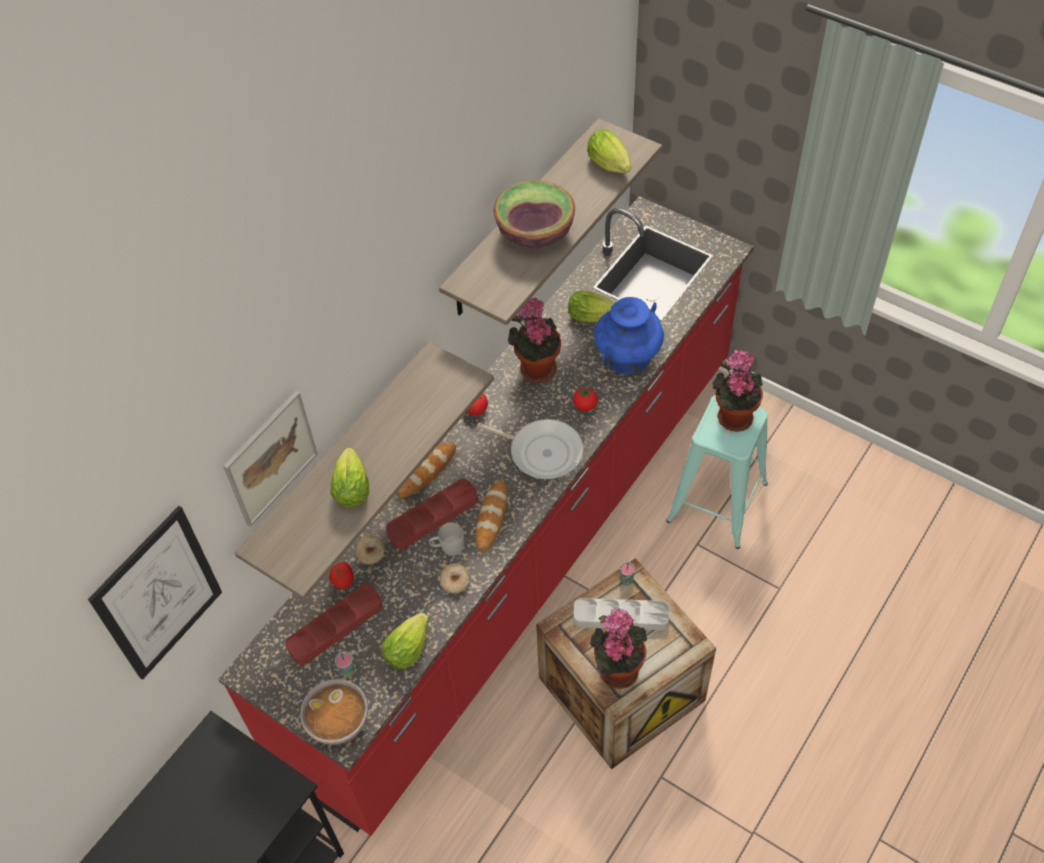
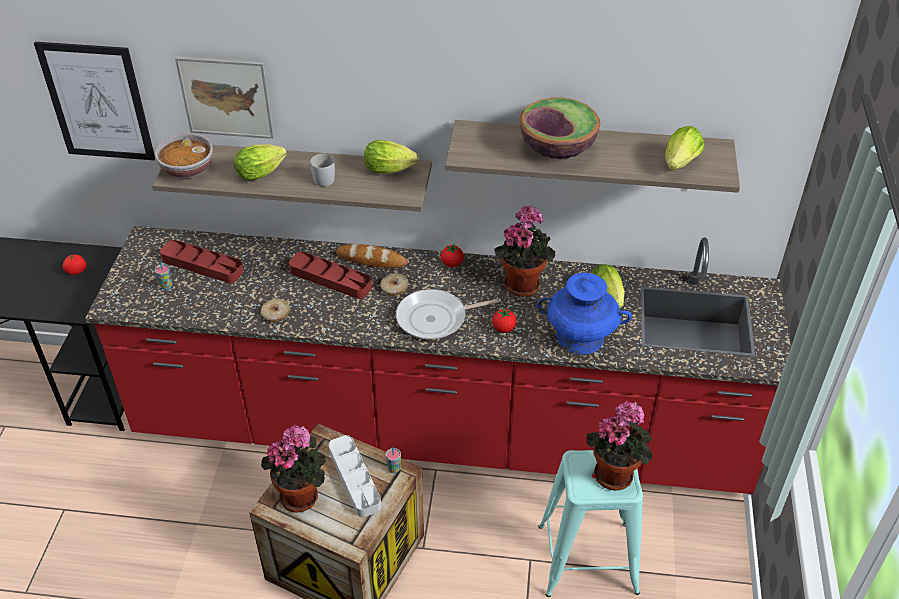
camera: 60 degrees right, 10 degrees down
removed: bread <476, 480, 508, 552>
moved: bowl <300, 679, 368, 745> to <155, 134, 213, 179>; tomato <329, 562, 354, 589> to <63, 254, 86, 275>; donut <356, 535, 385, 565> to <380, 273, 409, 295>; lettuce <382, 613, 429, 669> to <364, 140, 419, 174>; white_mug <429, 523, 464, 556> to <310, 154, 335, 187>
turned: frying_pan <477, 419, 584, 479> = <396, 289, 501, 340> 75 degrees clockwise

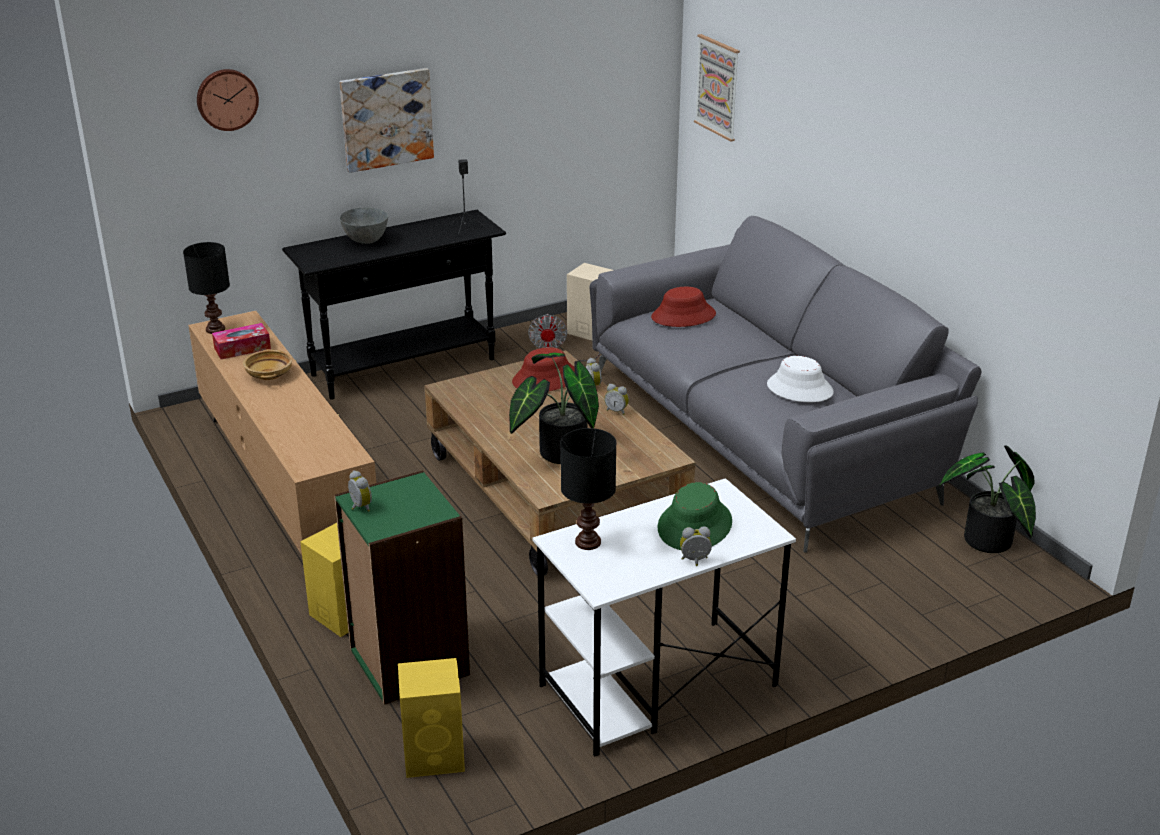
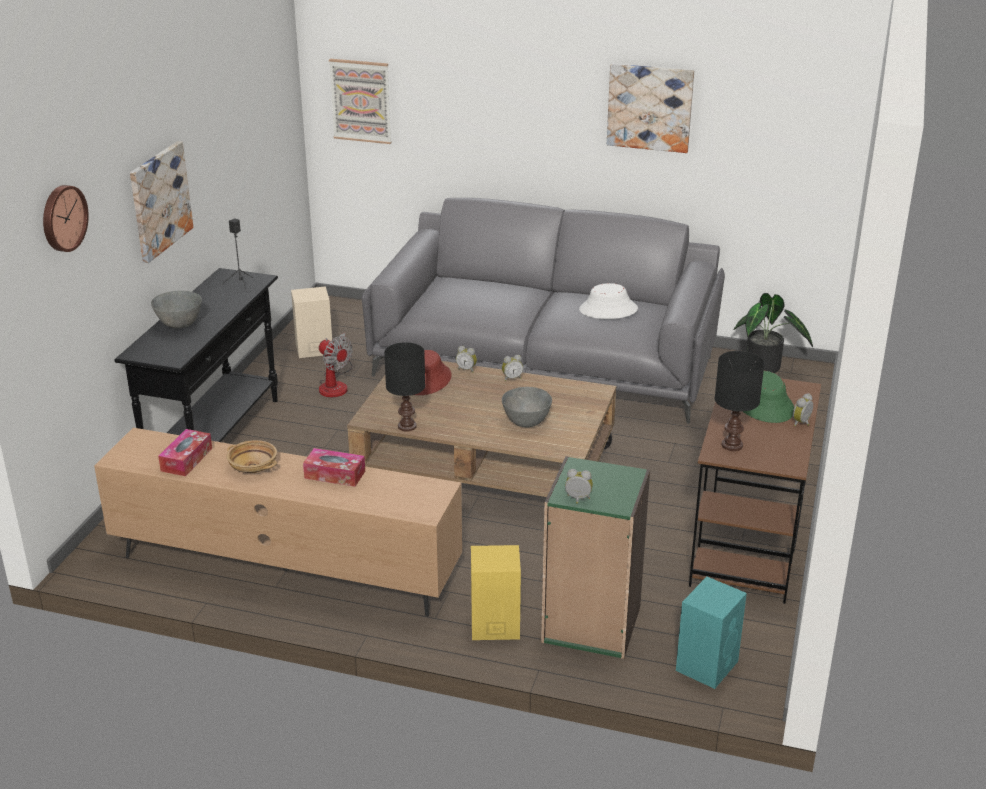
camera: 45 degrees left, 0 degrees up
removed: red_hat <651, 287, 716, 327>
added: tissue_box <303, 448, 365, 487>; picture <607, 64, 694, 153>
moved: black_table_lamp <183, 242, 230, 334> to <384, 342, 425, 431>
replaced: potted_plant <509, 353, 599, 464> to grey_bowl <502, 387, 552, 427>
recoloured: yellow_speaker <398, 658, 465, 778> to turquoise_speaker <676, 577, 747, 689>; white_desk <533, 478, 796, 757> to brown_desk <689, 378, 821, 604>

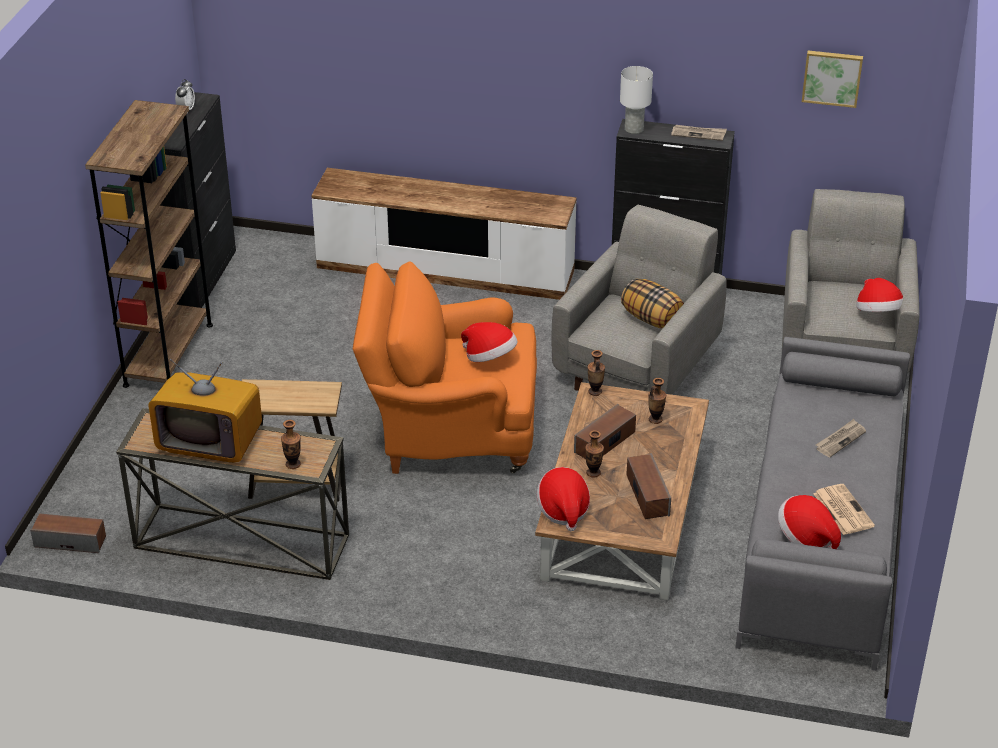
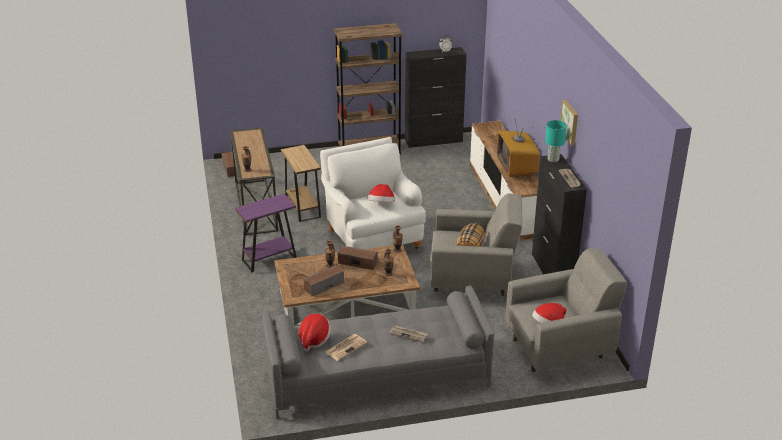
camera: 65 degrees right, 5 degrees down
removed: hat <537, 467, 590, 531>
added: purple_side_table <235, 194, 297, 272>
moved: television <148, 359, 262, 463> to <497, 120, 540, 177>; picture <802, 51, 863, 108> to <560, 100, 578, 145>
recoloured: orange_armchair <353, 262, 537, 474> to white_armchair <320, 137, 426, 249>; white_table_lamp <620, 66, 653, 134> to turquoise_table_lamp <545, 120, 567, 162>

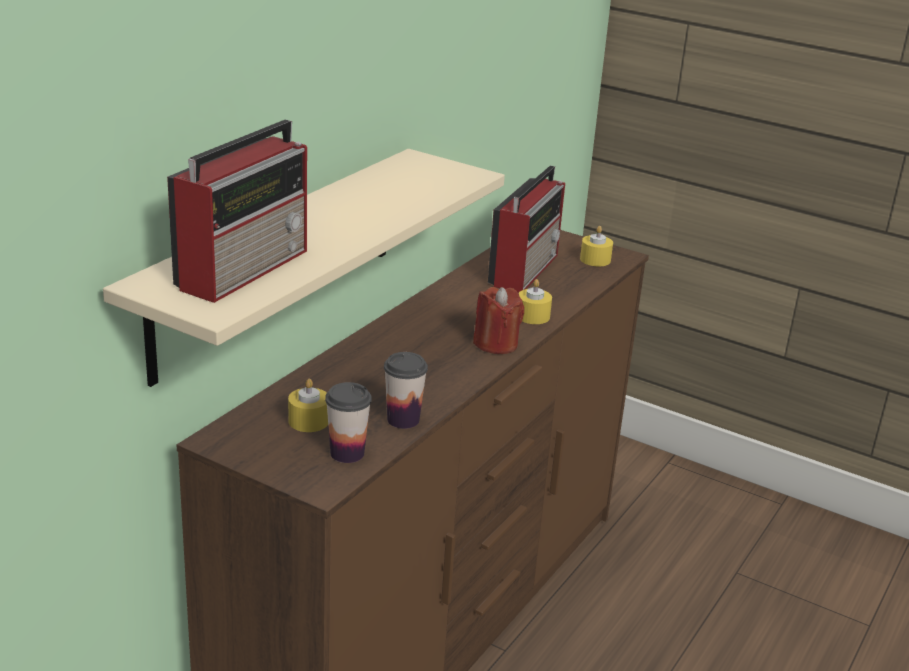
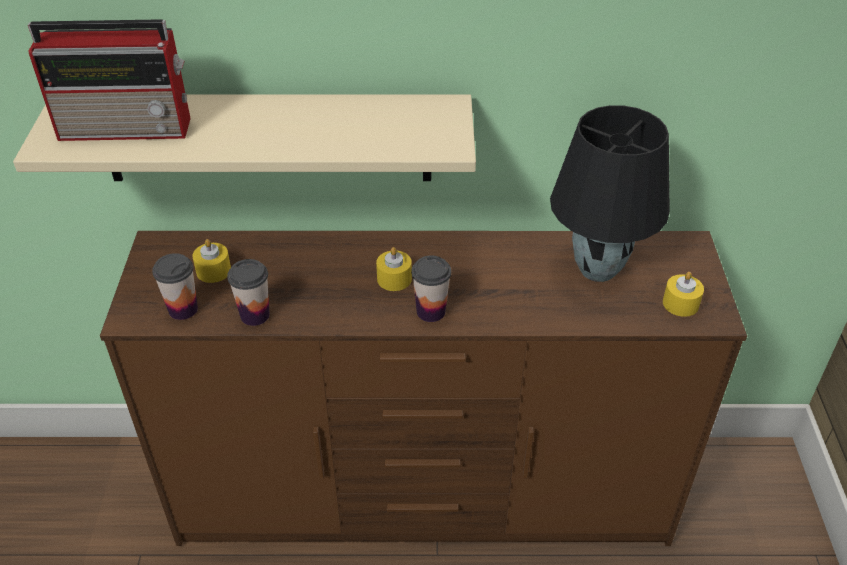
camera: 60 degrees right, 15 degrees up
moved: yellow_candle <519, 279, 552, 324> to <376, 247, 412, 291>
replaced: red_candle <473, 287, 524, 354> to cup <411, 255, 451, 322>; radio <488, 166, 565, 293> to black_table_lamp <550, 105, 670, 282>

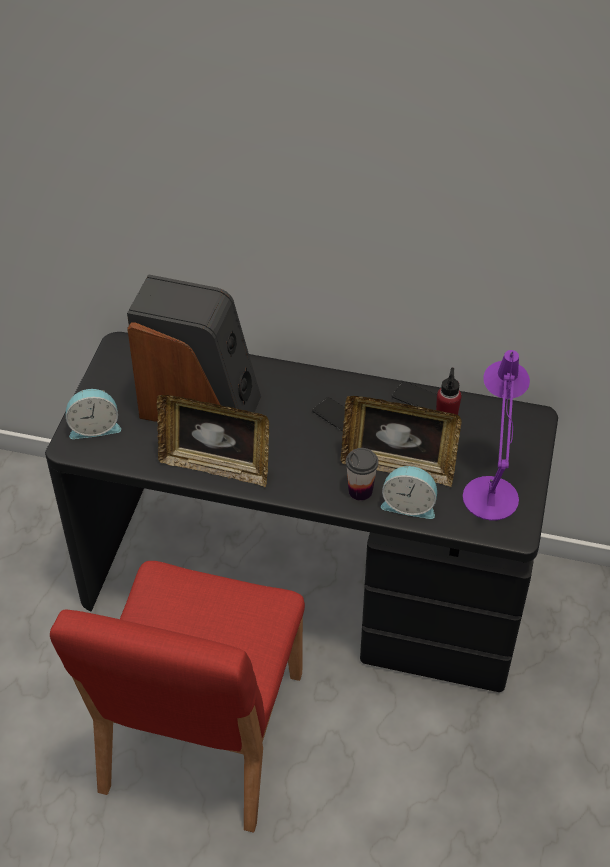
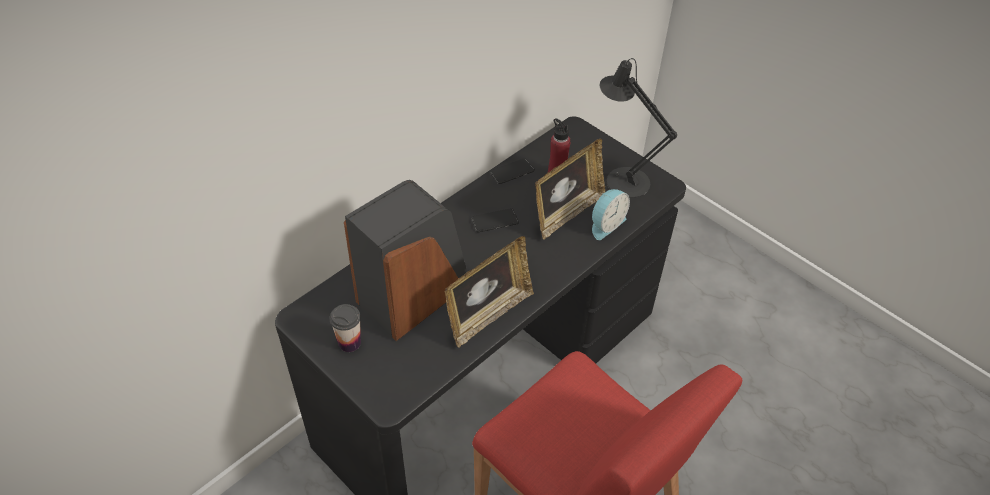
camera: 60 degrees left, 0 degrees up
removed: alarm_clock <66, 389, 121, 439>
moved: cup <346, 448, 379, 501> to <330, 304, 361, 352>
recoloured: purple_table_lamp <463, 350, 530, 521> to black_table_lamp <600, 58, 677, 198>

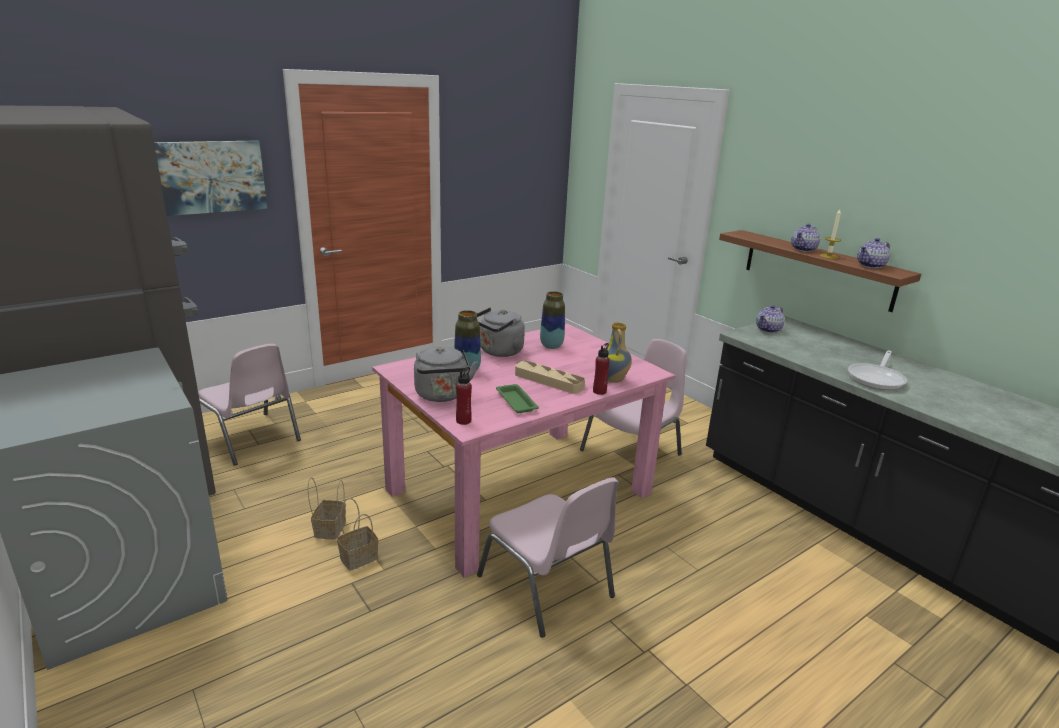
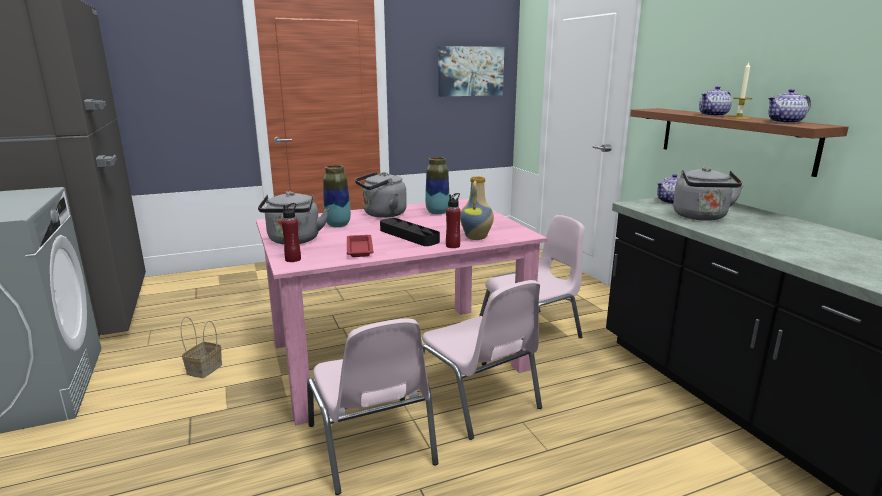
camera: 15 degrees right, 5 degrees down
removed: basket <337, 498, 378, 571>; frying_pan <848, 350, 907, 390>
added: grey_kettle <673, 167, 743, 221>
moved: picture <154, 140, 267, 216> to <438, 46, 504, 97>; pink_chair <198, 344, 301, 466> to <422, 280, 542, 440>
recoloured: green_tray <496, 384, 539, 413> to red_tray <347, 235, 373, 257>; beige_tray <515, 361, 585, 394> to black_tray <380, 218, 440, 246>

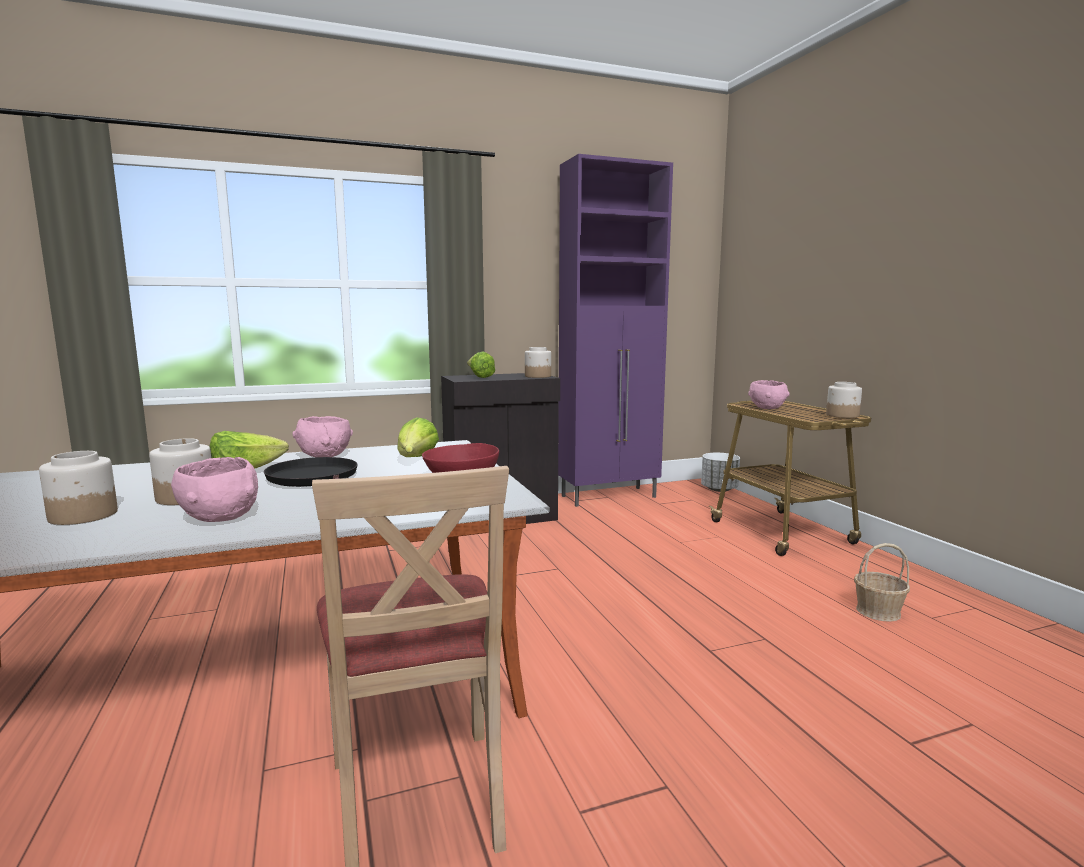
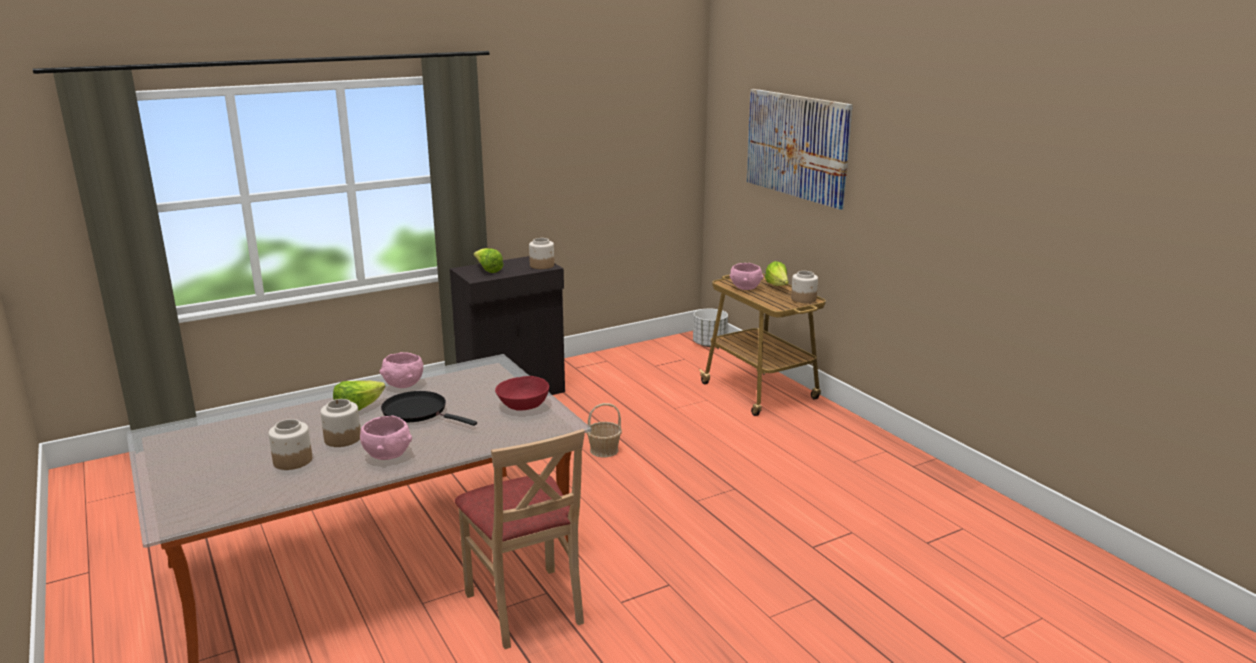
camera: 10 degrees left, 10 degrees up
removed: purple_cabinet <558, 154, 673, 507>
added: picture <746, 89, 853, 210>
moved: lettuce <398, 417, 439, 457> to <765, 261, 789, 286>; basket <854, 543, 910, 622> to <587, 403, 622, 457>

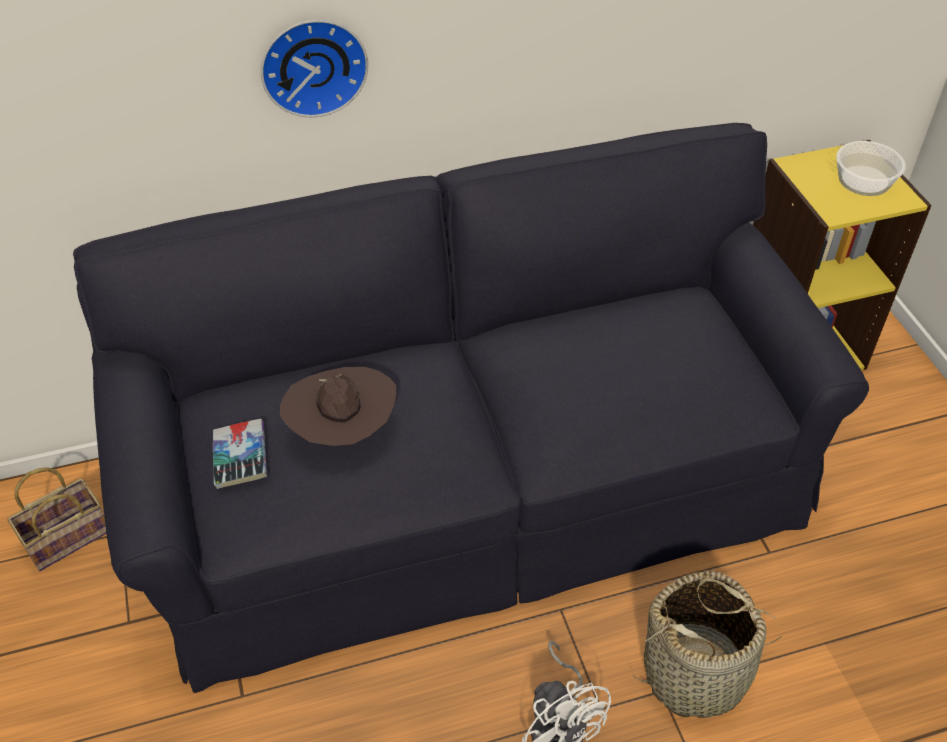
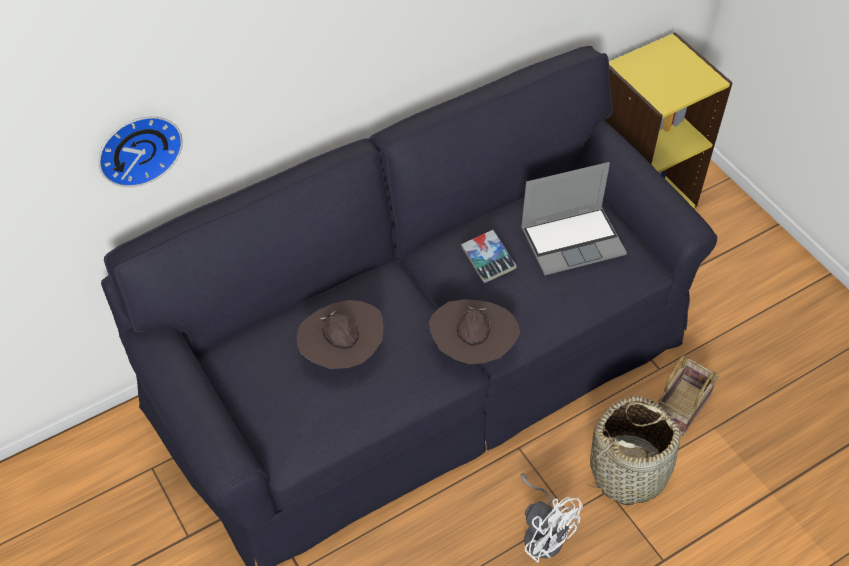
camera: 15 degrees left, 5 degrees up
removed: bowl <836, 141, 906, 196>
added: brown_hat <429, 299, 520, 364>; laptop <521, 162, 627, 275>
moved: basket <7, 467, 106, 571> to <658, 355, 719, 436>; book <213, 419, 267, 489> to <461, 230, 517, 283>; wall_clock <261, 20, 368, 117> to <98, 116, 183, 187>

